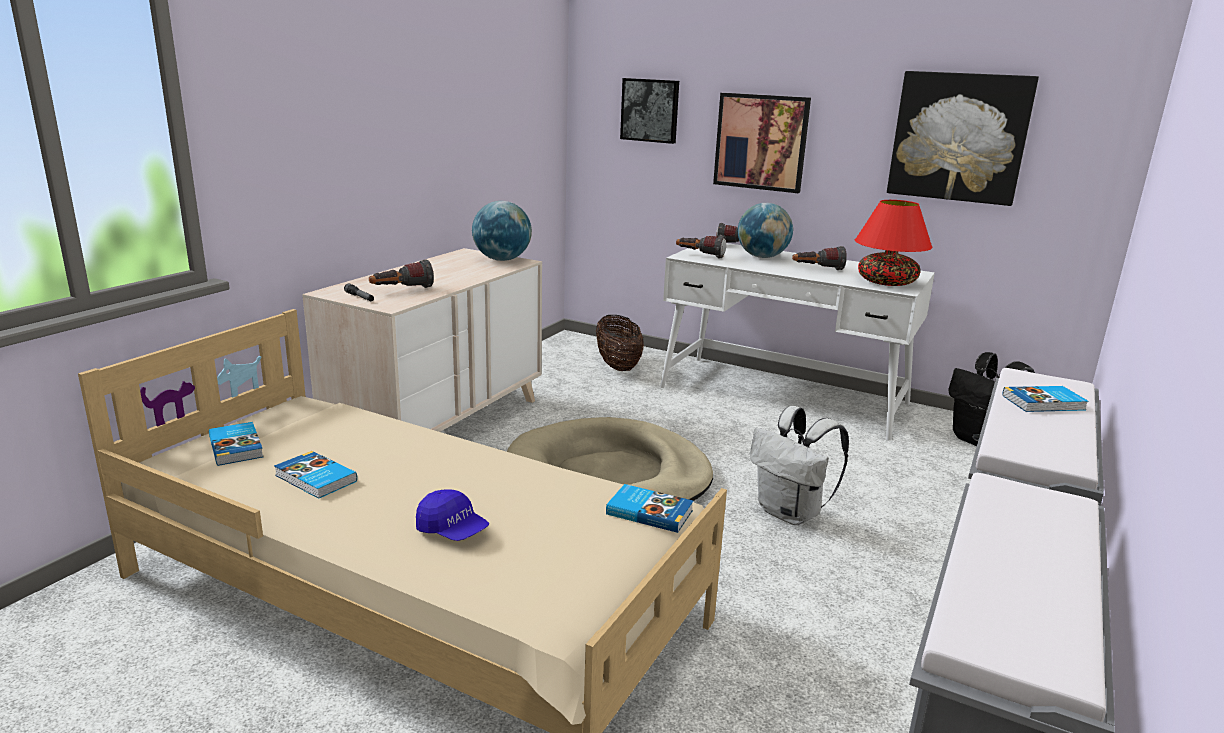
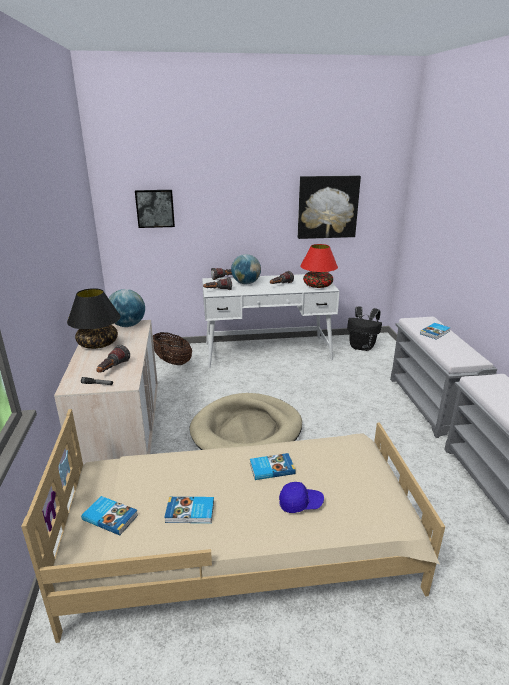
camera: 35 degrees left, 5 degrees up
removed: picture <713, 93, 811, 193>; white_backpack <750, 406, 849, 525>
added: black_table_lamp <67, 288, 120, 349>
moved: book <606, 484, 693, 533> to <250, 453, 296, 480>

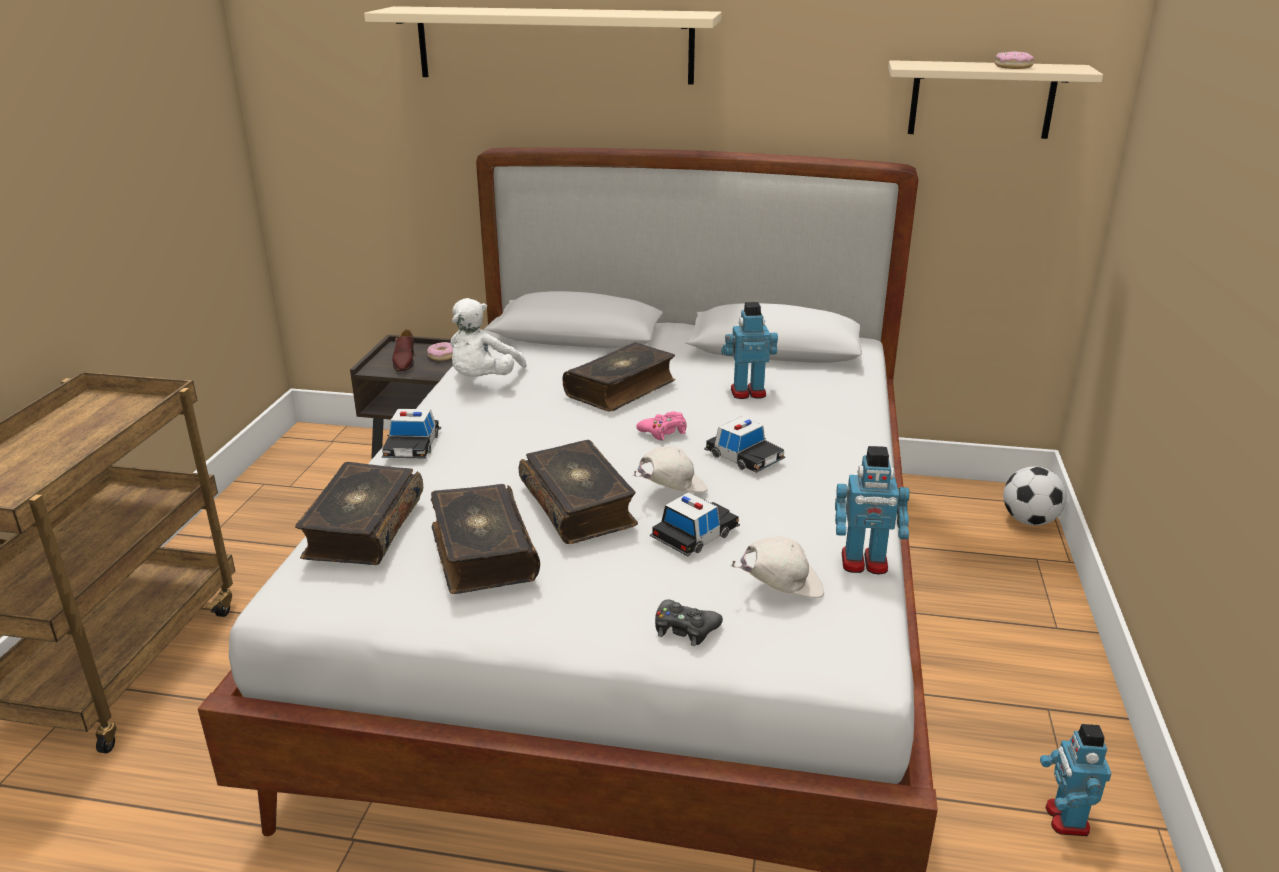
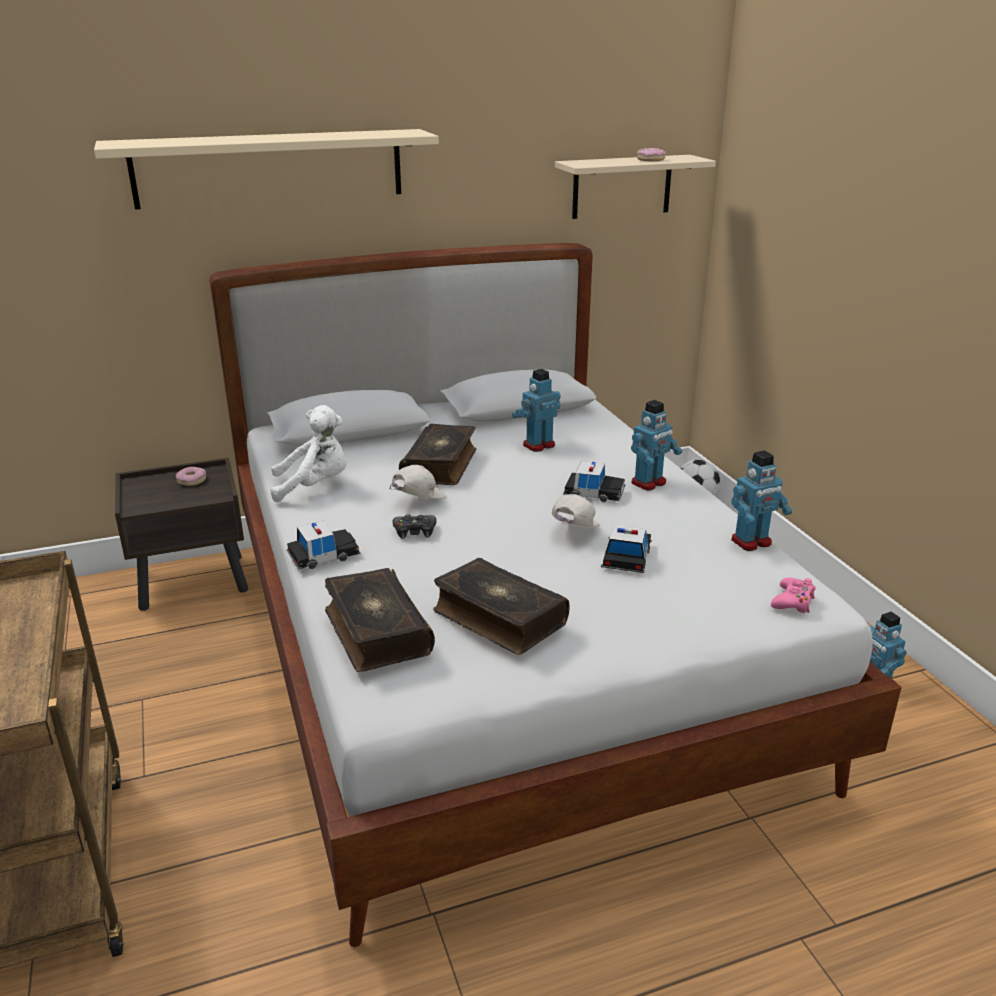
camera: 30 degrees left, 0 degrees up
removed: brown_shoe <392, 329, 414, 371>; book <519, 440, 638, 544>
added: toy_robot <631, 400, 682, 491>
moved: pink_game_controller <636, 411, 687, 440> to <771, 578, 815, 613>; black_game_controller <655, 600, 723, 646> to <392, 514, 437, 539>; white_cap <731, 536, 824, 598> to <389, 465, 446, 499>
turned: toy_car <382, 409, 441, 459> = <286, 521, 360, 570> 90 degrees counterclockwise; white_plush_toy <450, 298, 527, 377> = <271, 405, 346, 502> 90 degrees counterclockwise

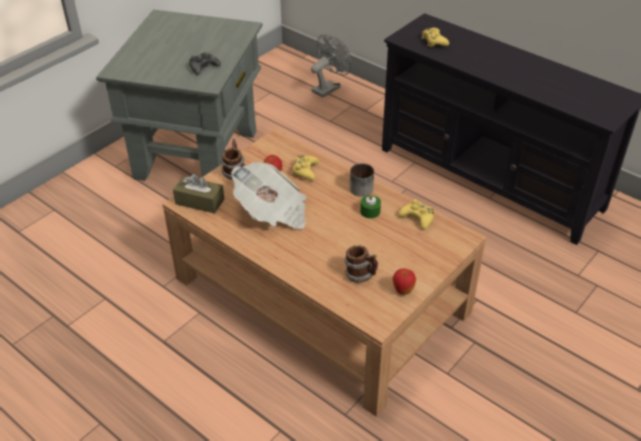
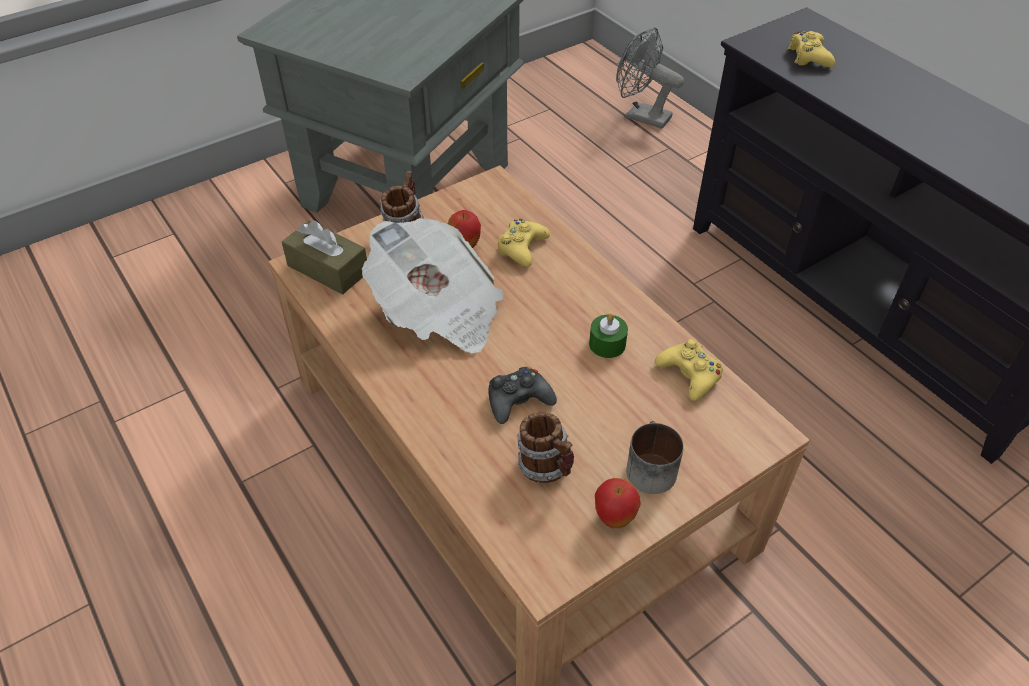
camera: 15 degrees right, 5 degrees up
moved: black_game_controller <189, 52, 221, 75> to <488, 367, 557, 424>; mug <350, 163, 374, 196> to <626, 421, 684, 494>
turned: grey_fan <311, 34, 351, 98> = <616, 27, 684, 129> 120 degrees counterclockwise

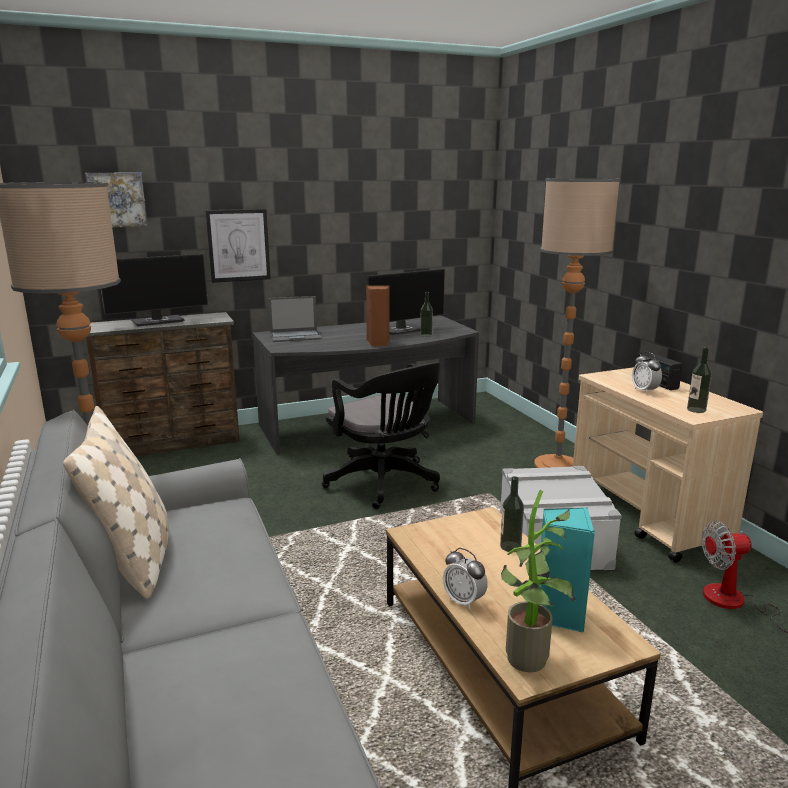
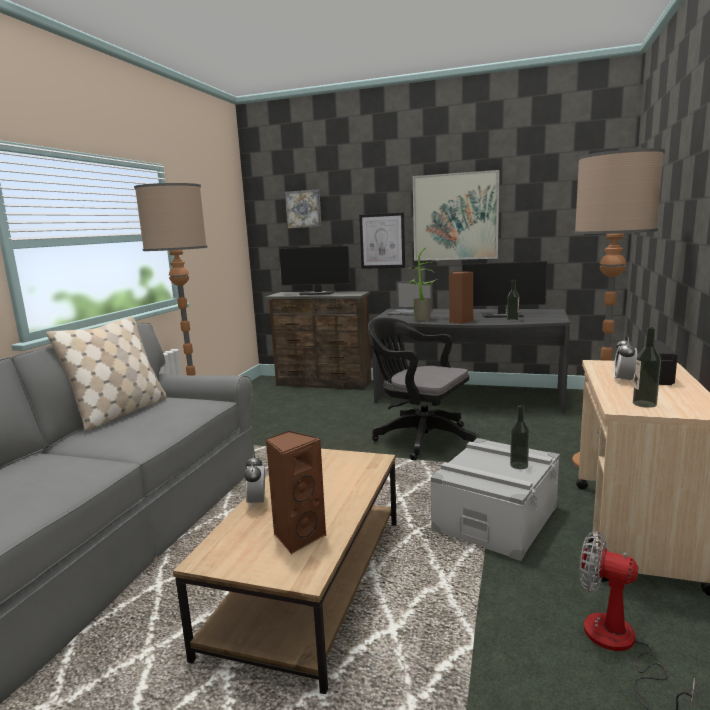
camera: 40 degrees right, 5 degrees down
added: picture <413, 170, 500, 261>
moved: bottle <500, 476, 524, 552> to <510, 405, 529, 469>; potted_plant <501, 490, 576, 672> to <409, 247, 441, 321>
recoloured: turquoise_speaker <538, 507, 595, 633> to brown_speaker <265, 430, 327, 554>
turned: black_office_chair <322, 362, 441, 509> = <368, 318, 476, 460> 120 degrees clockwise

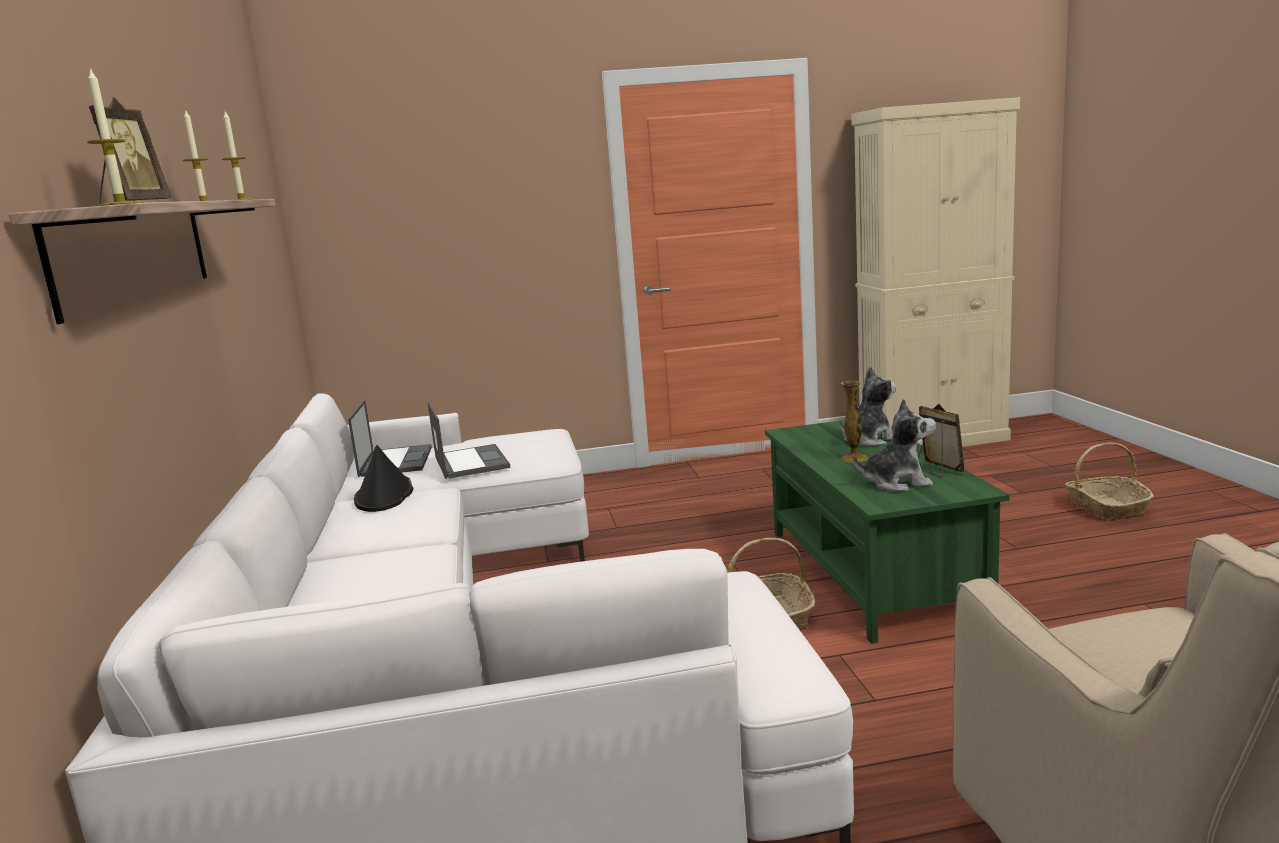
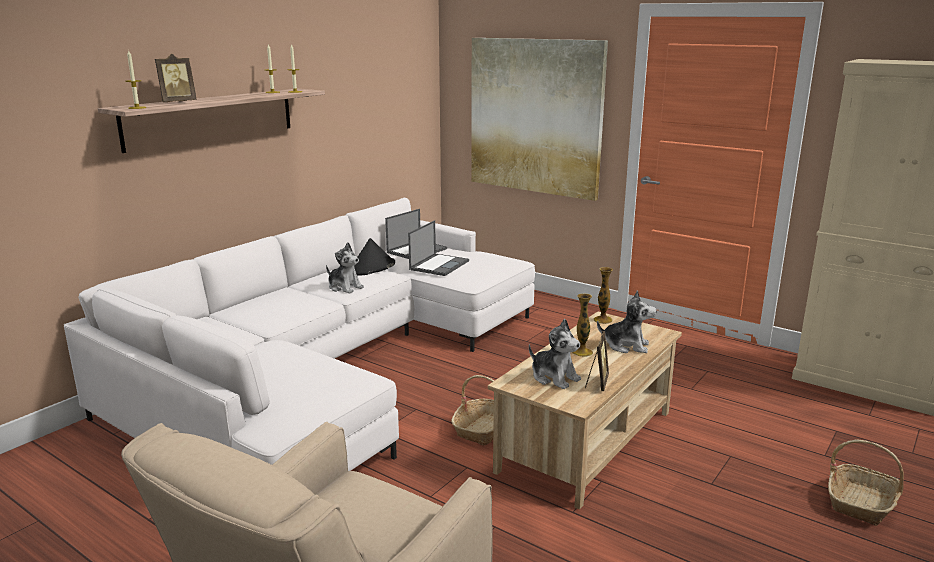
camera: 45 degrees right, 5 degrees up
added: plush_toy <326, 242, 364, 293>; picture <471, 38, 608, 201>; vase <594, 267, 613, 324>
recoloured: green_coffee_table <765, 420, 1010, 644> to beige_coffee_table <488, 311, 682, 509>

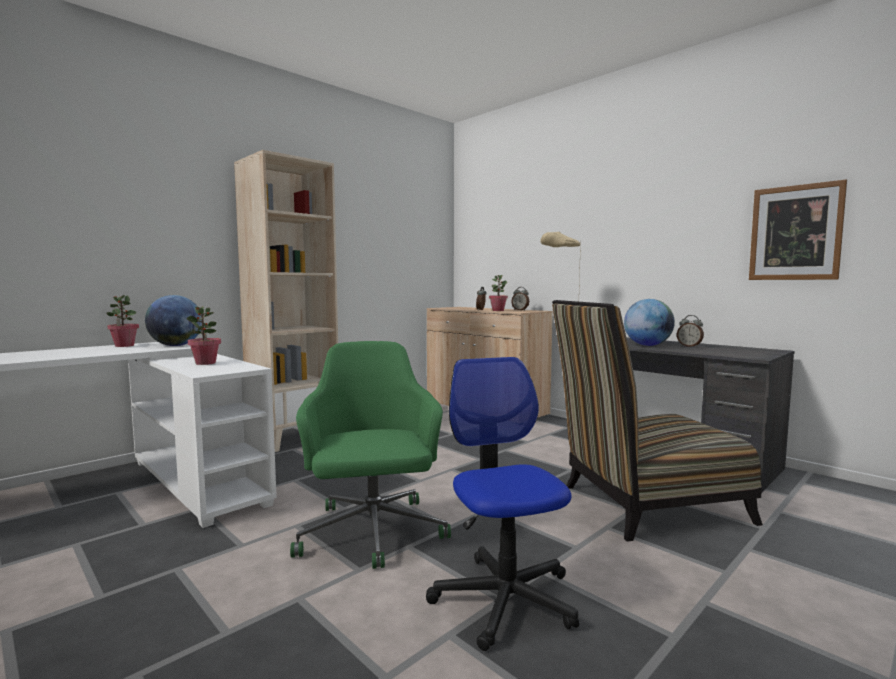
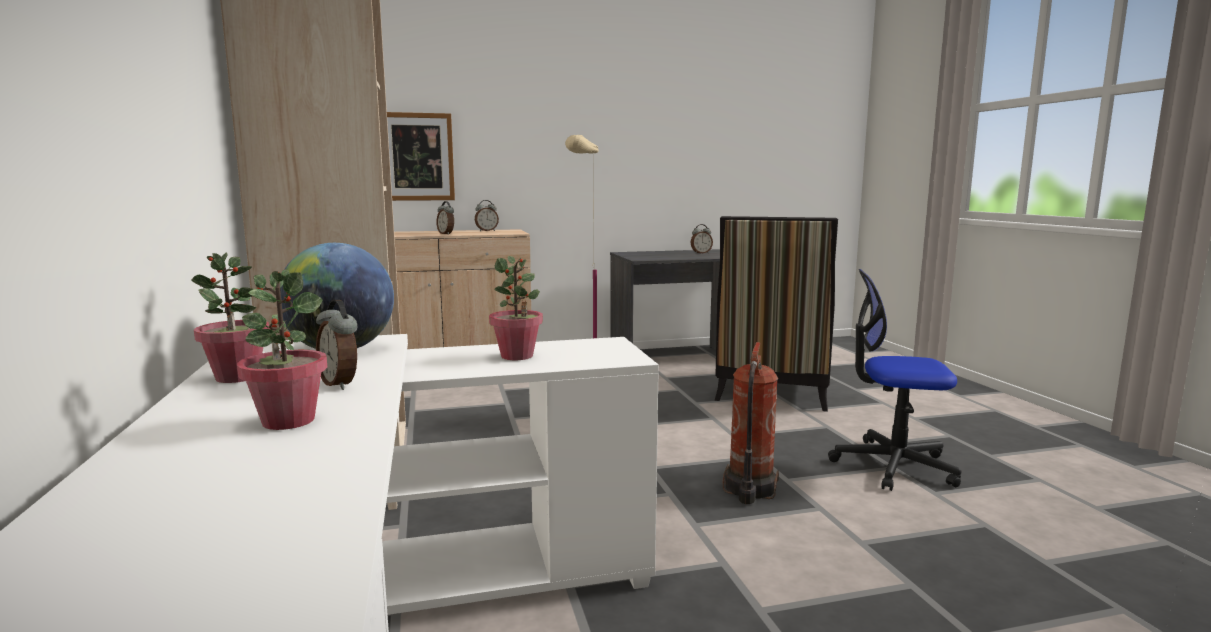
camera: 60 degrees left, 5 degrees up
removed: globe <624, 299, 675, 346>
added: alarm_clock <316, 299, 358, 390>
moved: potted_plant <489, 275, 508, 311> to <237, 270, 327, 430>; picture <749, 179, 847, 280> to <387, 112, 455, 201>
replaced: green_office_chair <290, 341, 451, 569> to fire_extinguisher <722, 342, 779, 504>

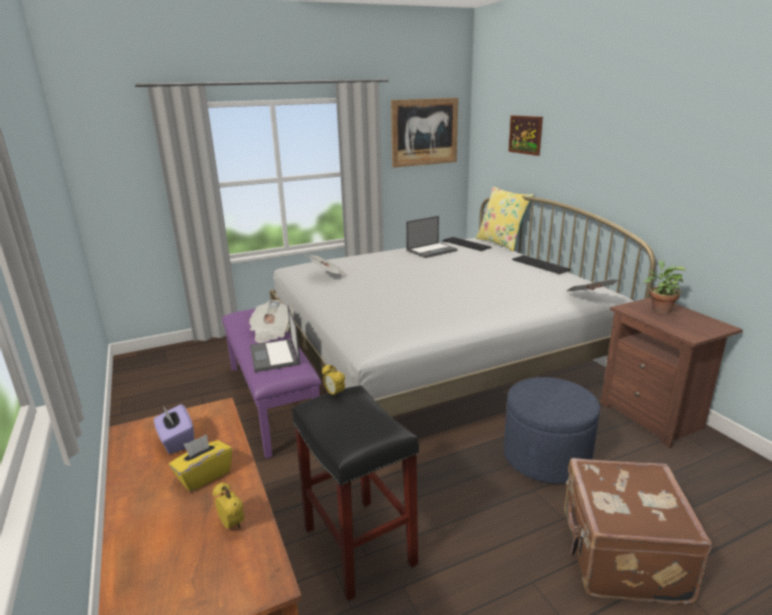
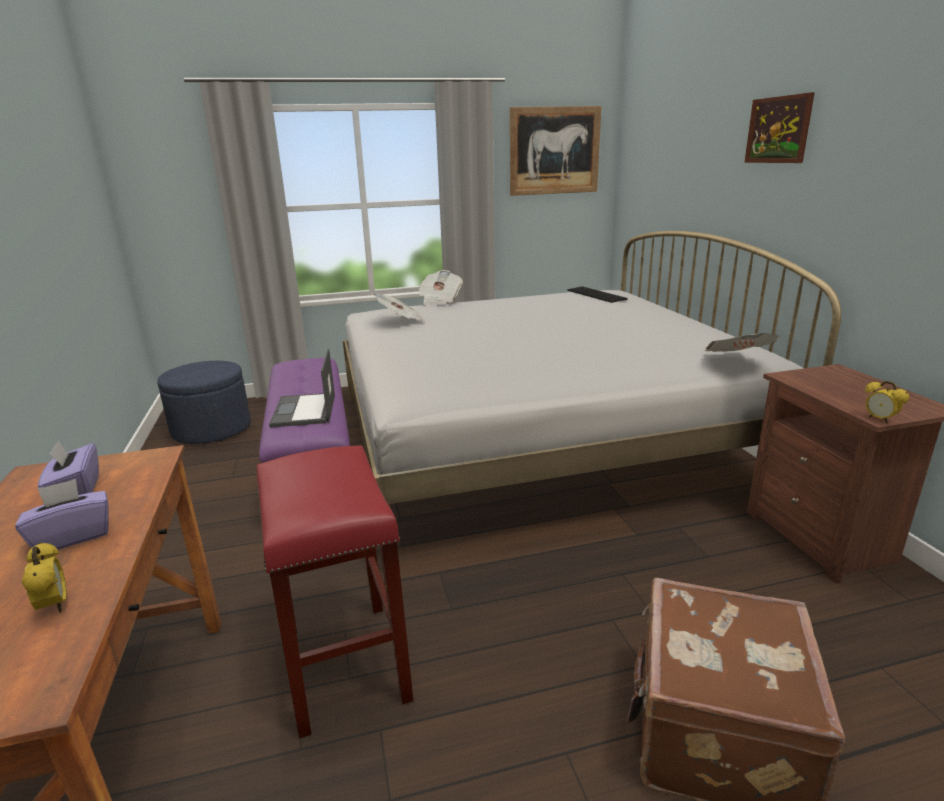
camera: 10 degrees right, 0 degrees up
removed: laptop <406, 216, 458, 258>; yellow_pillow <476, 186, 534, 251>; keyboard <512, 255, 571, 274>; potted_plant <644, 260, 686, 314>
moved: newspaper <249, 300, 294, 343> to <419, 270, 463, 306>; alarm_clock <322, 365, 345, 398> to <865, 381, 909, 423>; blue_ottoman <504, 377, 600, 484> to <157, 361, 251, 444>; picture <508, 115, 543, 156> to <744, 92, 815, 163>
recoloured: yellow_tissue_box <169, 434, 232, 492> to purple_tissue_box <15, 479, 108, 550>; black_stool <292, 385, 419, 601> to red_stool <257, 445, 413, 738>

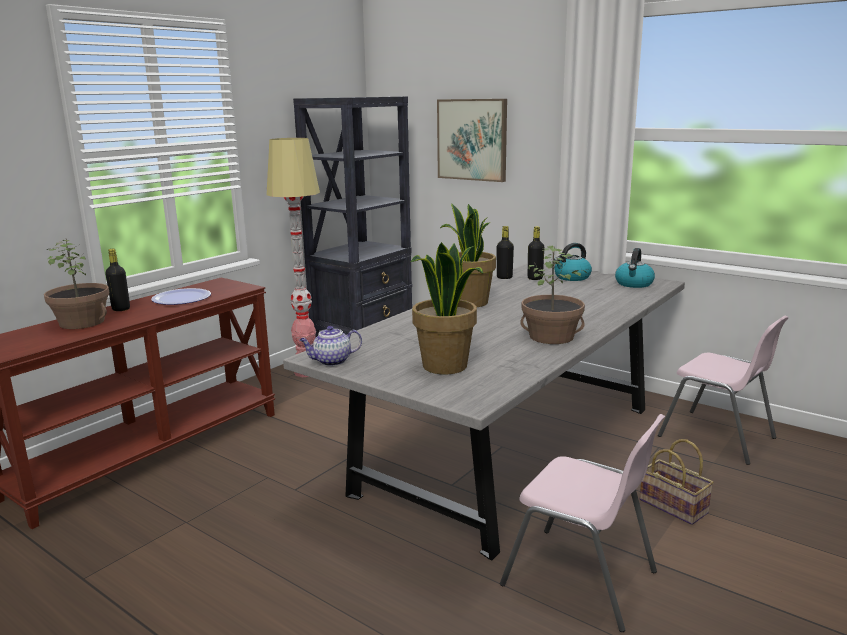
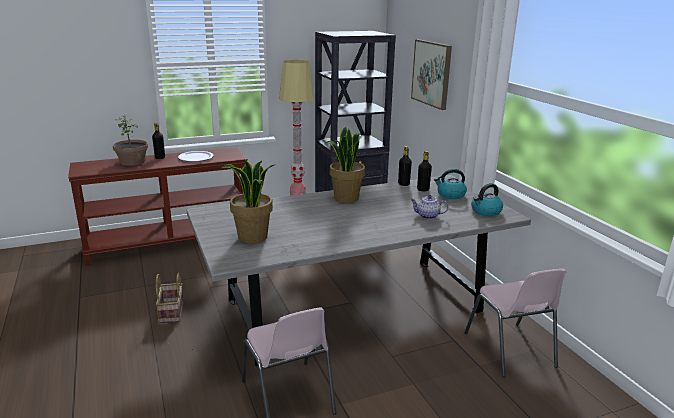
camera: 30 degrees right, 5 degrees up
removed: potted_plant <520, 245, 587, 344>
moved: teapot <299, 326, 362, 366> to <410, 195, 448, 219>; basket <639, 439, 714, 525> to <156, 273, 184, 323>

